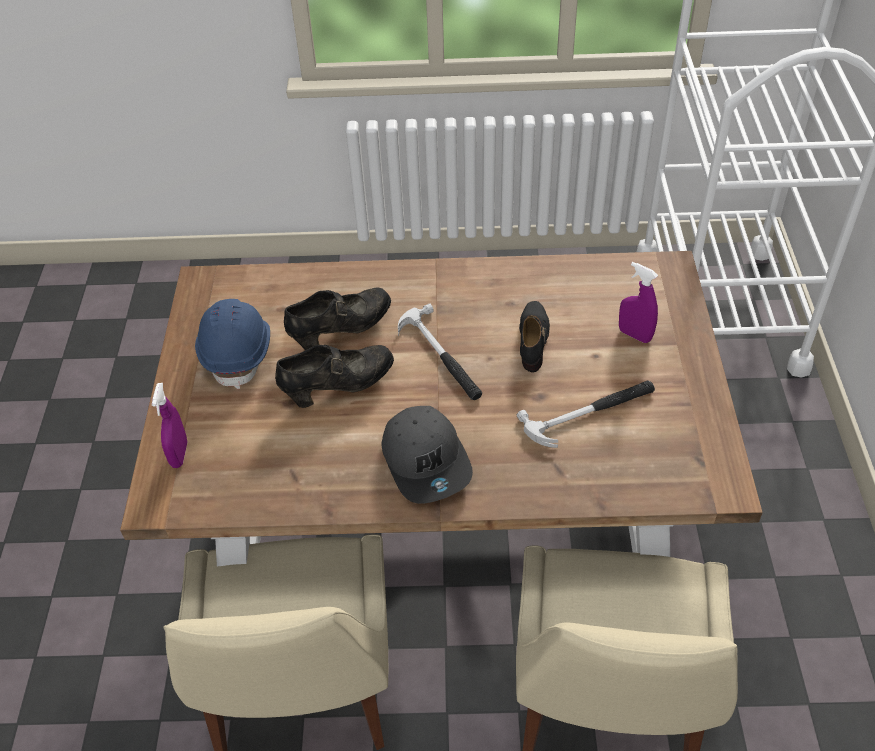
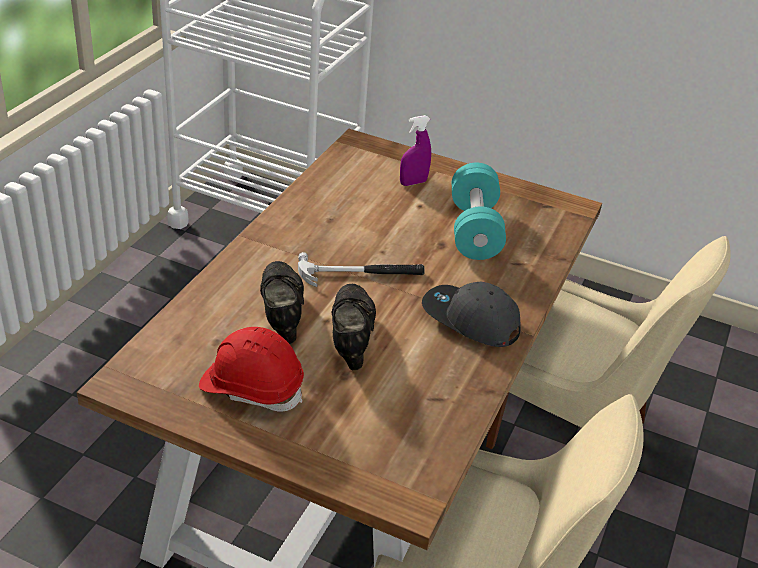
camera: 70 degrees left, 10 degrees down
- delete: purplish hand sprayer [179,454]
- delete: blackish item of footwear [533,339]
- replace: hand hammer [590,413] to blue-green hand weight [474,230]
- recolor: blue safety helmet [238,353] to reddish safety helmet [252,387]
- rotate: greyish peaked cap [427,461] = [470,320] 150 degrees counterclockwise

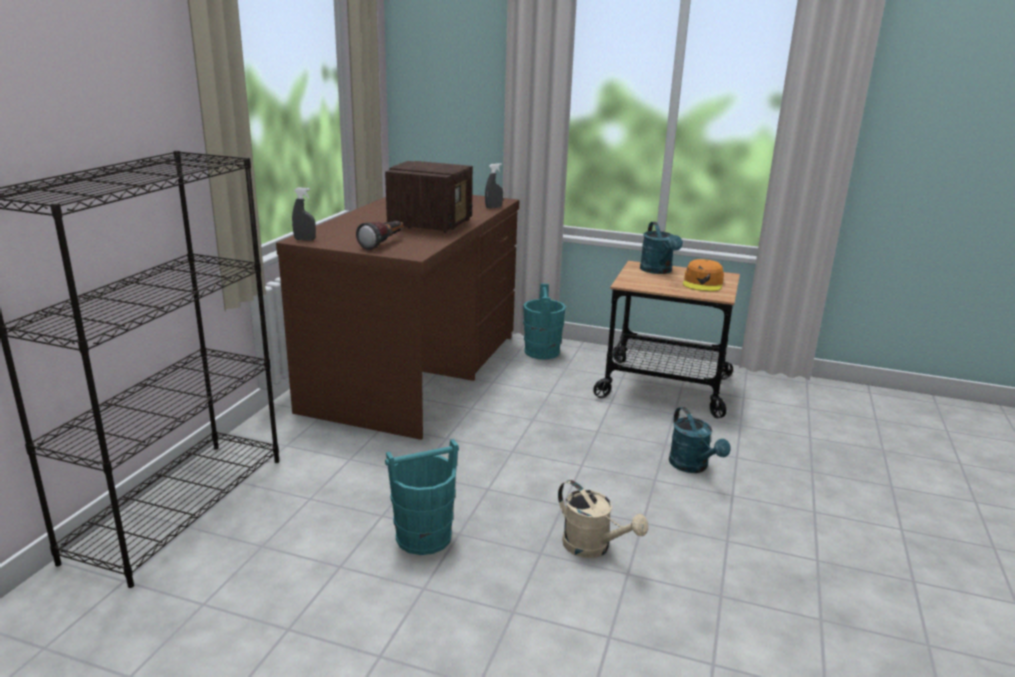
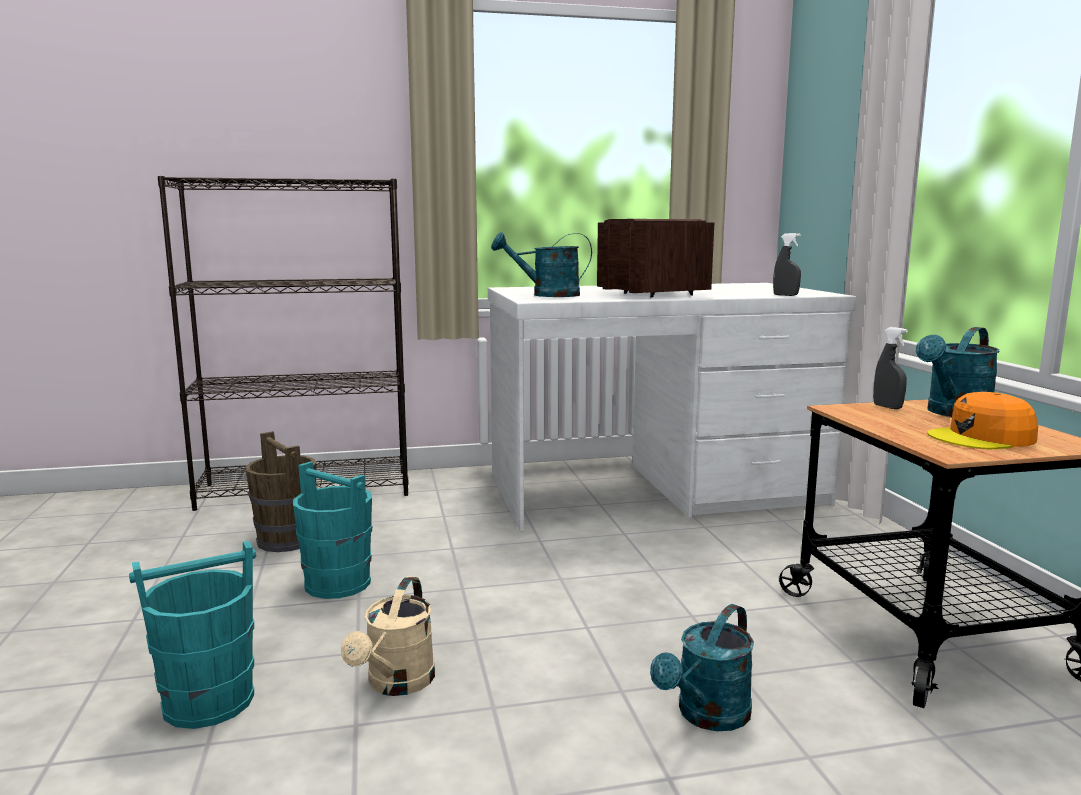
camera: 60 degrees right, 10 degrees down
- insert: brownish water bucket [286,540]
- move: greyish hand sprayer [305,239] to [887,407]
- move: blue-green water bucket [542,352] to [209,701]
- replace: torch [383,244] to blue-green watering pot [547,295]
- recolor: brownish desk [416,372] to white desk [655,490]
- rotate: radio set [431,225] = [651,294] 105 degrees counterclockwise

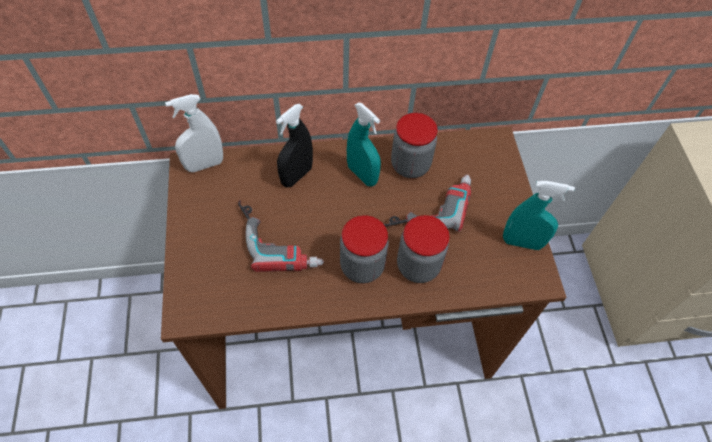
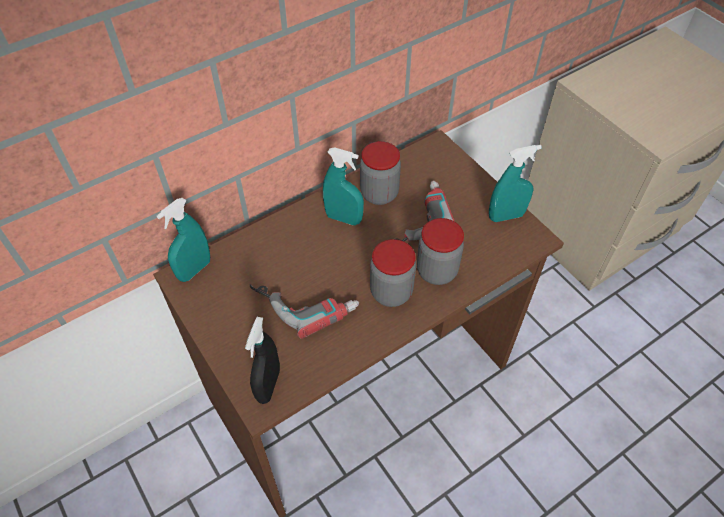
camera: 25 degrees left, 5 degrees down
- move: blackish hand sprayer [296,176] to [268,385]
- recolor: white hand sprayer [204,165] to blue-green hand sprayer [194,270]

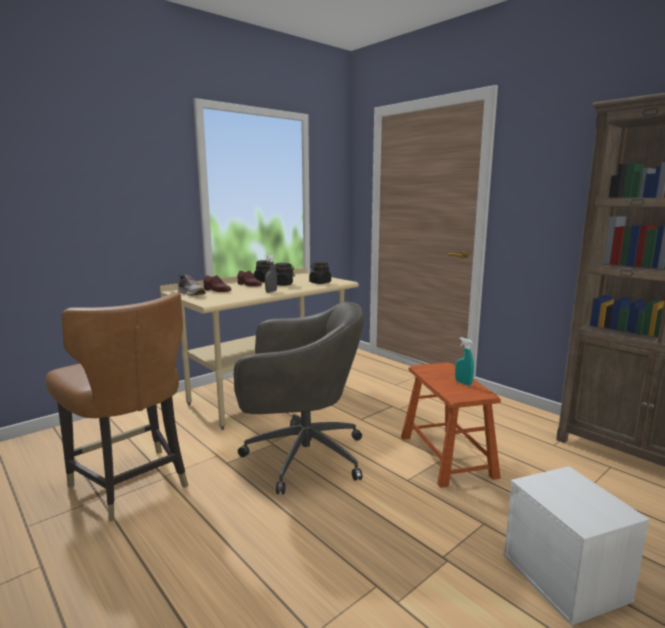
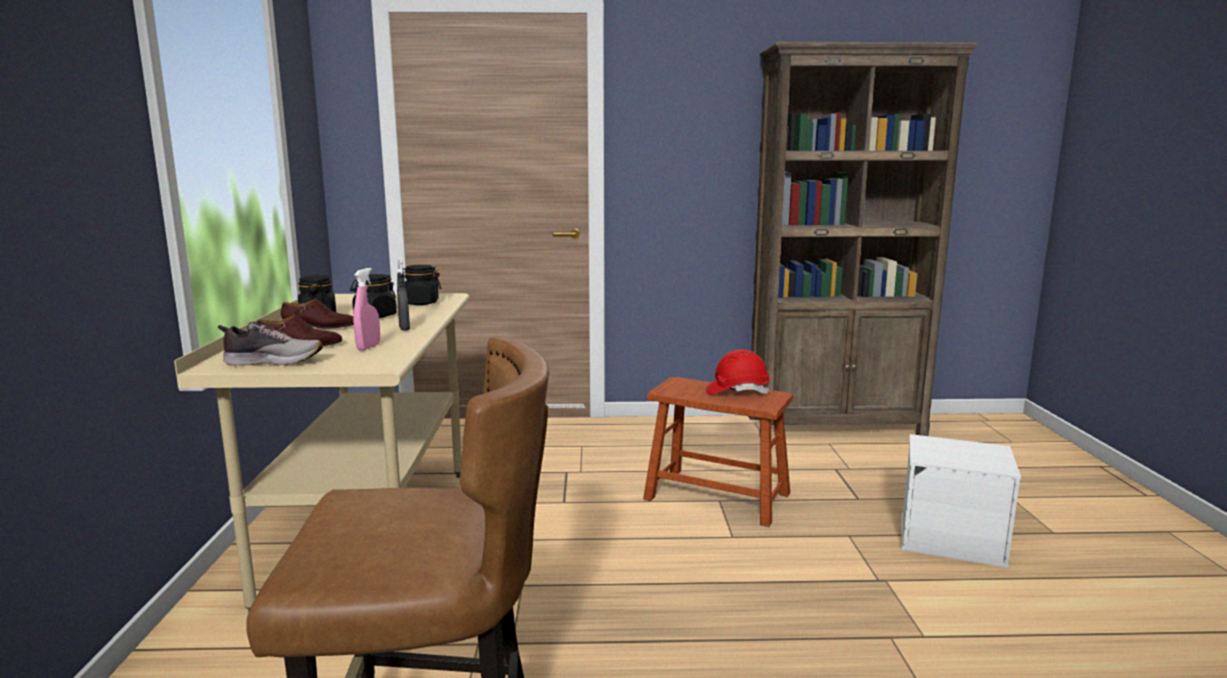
camera: 50 degrees left, 0 degrees up
- delete: greyish computer chair [301,456]
- insert: pink hand sprayer [368,347]
- replace: blue-green hand sprayer [463,383] to reddish safety helmet [737,391]

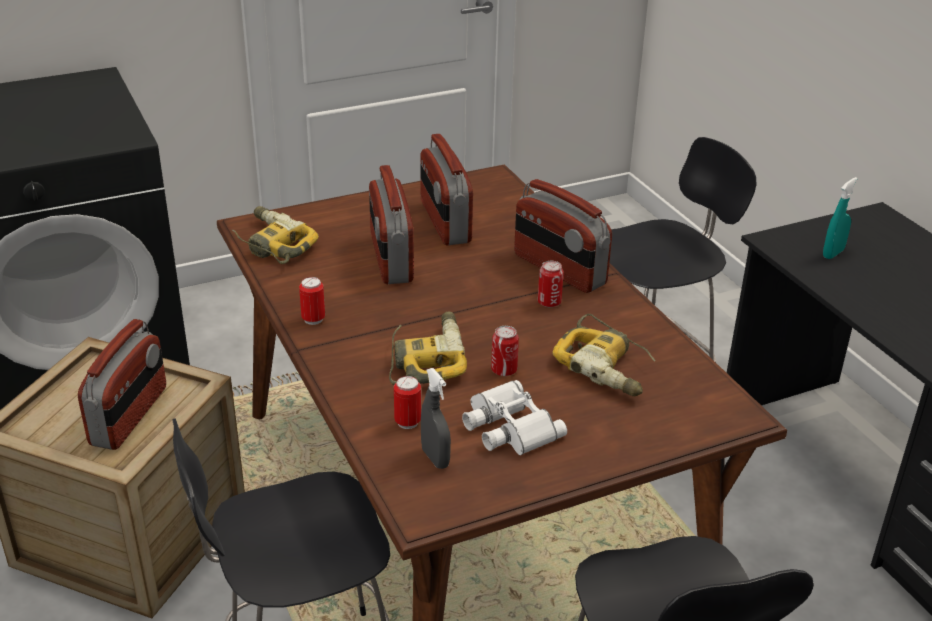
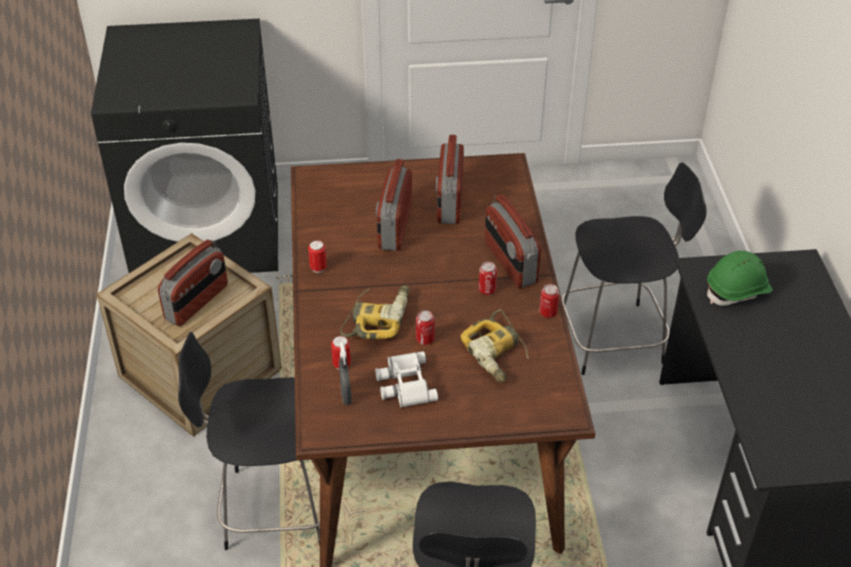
camera: 20 degrees right, 10 degrees up
- delete: power drill [271,245]
- insert: metal can [548,312]
- replace: blue-green hand sprayer [833,253] to greenish safety helmet [738,291]

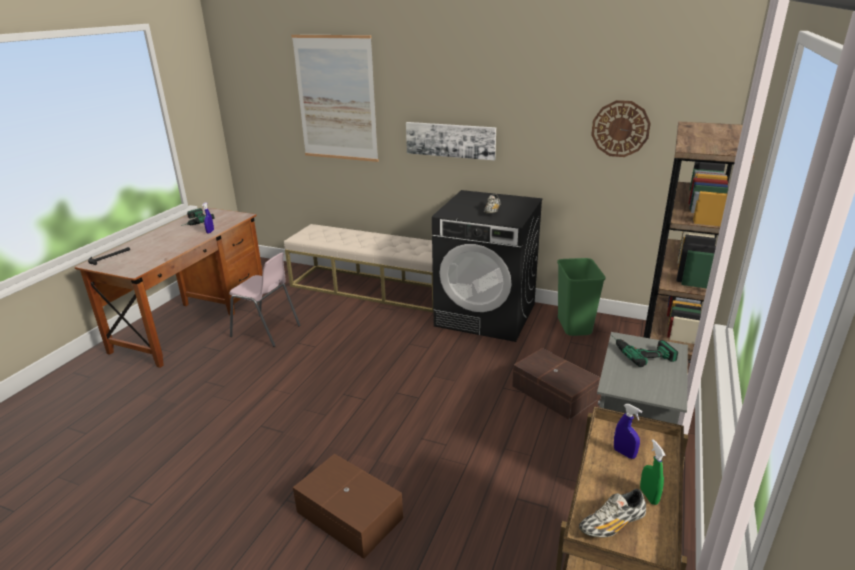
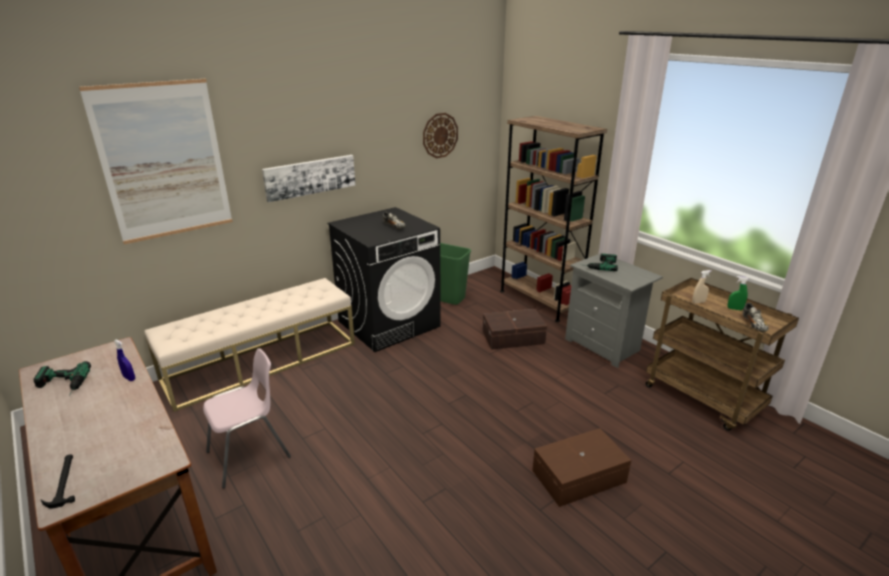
camera: 60 degrees left, 0 degrees up
- recolor: blue hand sprayer [624,453] to beige-coloured hand sprayer [698,302]

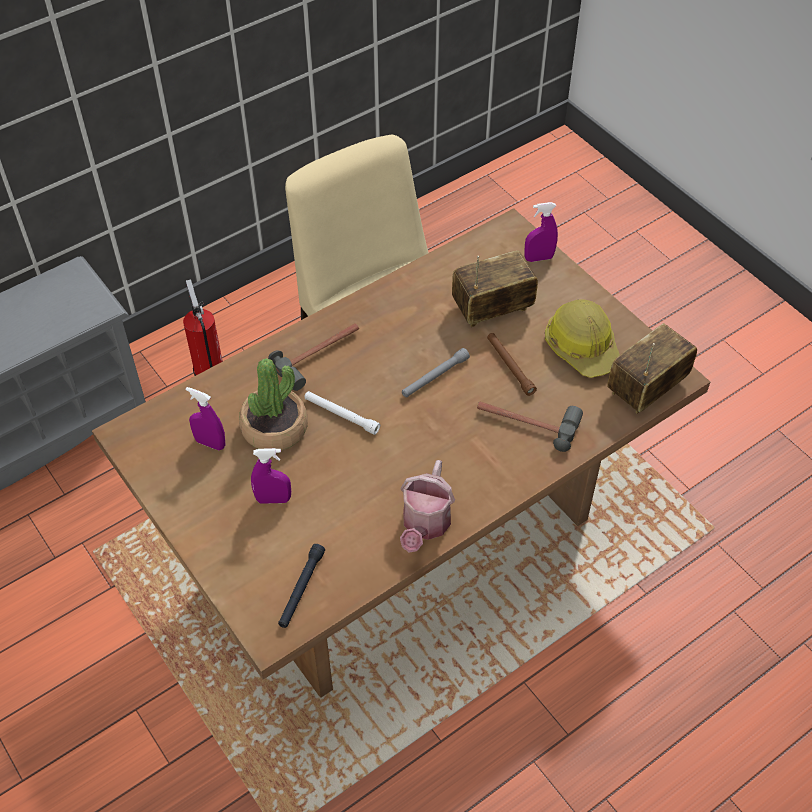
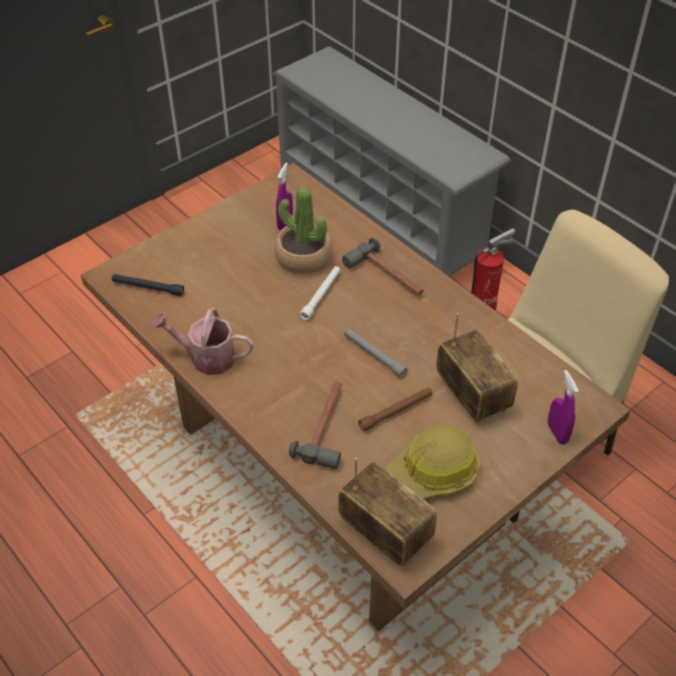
camera: 85 degrees right, 5 degrees down
- delete: purplish hand sprayer [273,499]

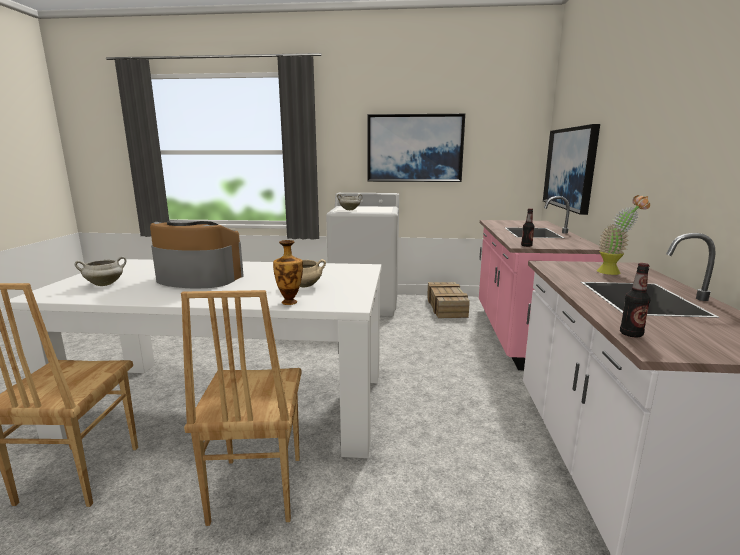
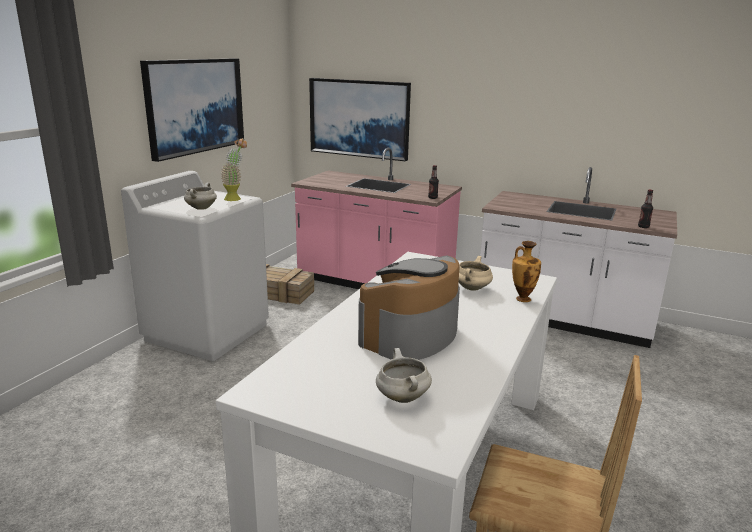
camera: 70 degrees left, 5 degrees up
- delete: brownish upright chair [255,489]
- move: plant in a pot [614,272] to [236,198]

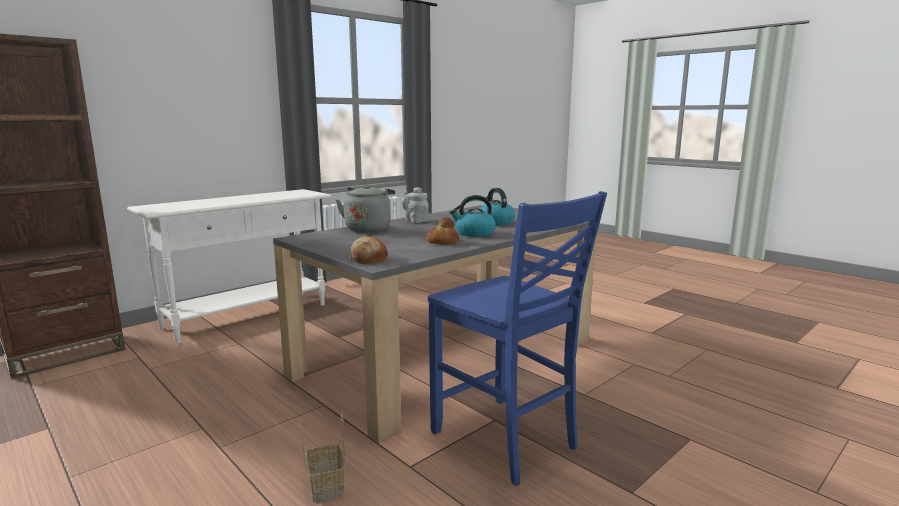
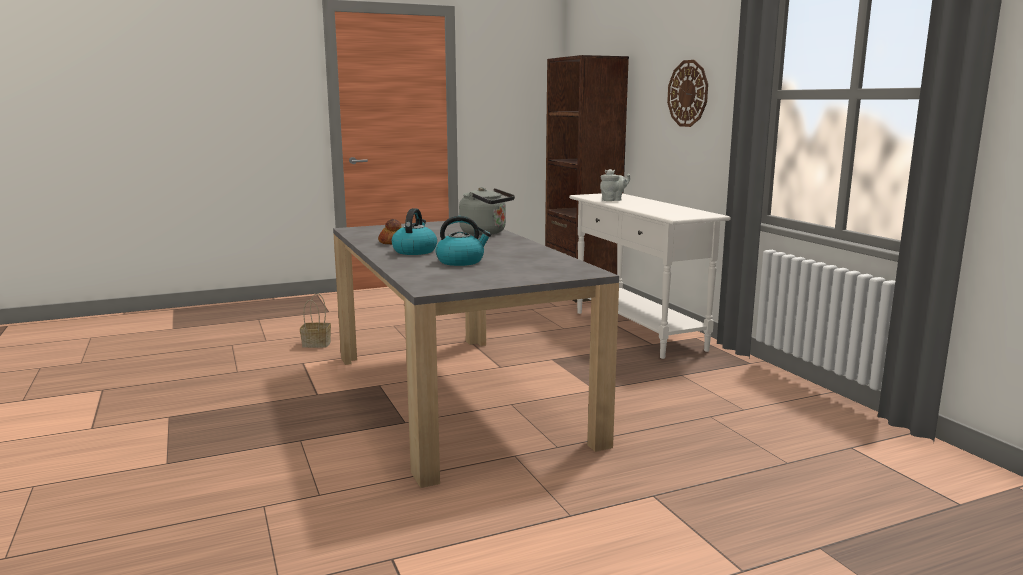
camera: 110 degrees right, 0 degrees up
- delete: baked bread [368,259]
- delete: blue upright chair [506,440]
- insert: wall clock [688,93]
- move: greyish teapot [415,220] to [613,200]

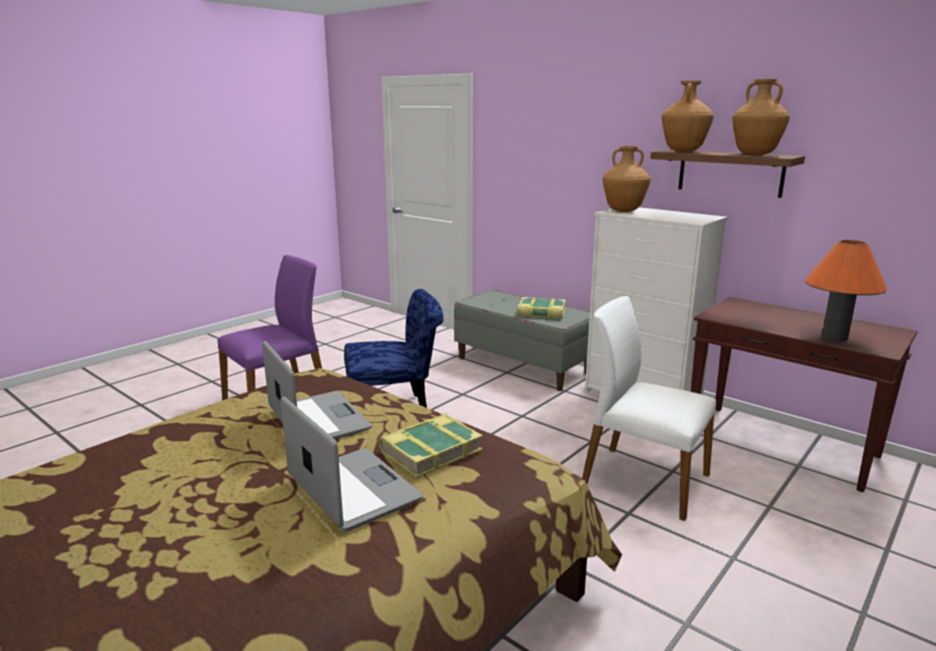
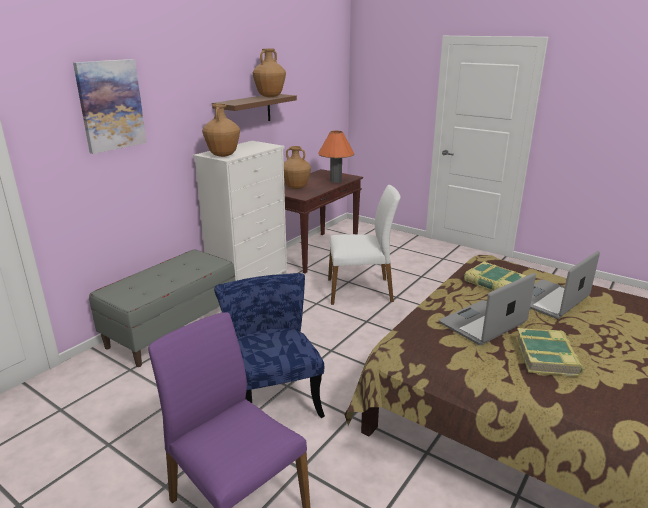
camera: 95 degrees left, 5 degrees up
- insert: wall art [111,105]
- move: volume [541,313] to [547,357]
- move: brownish decorative vase [683,151] to [296,188]
- rotate: white upright chair [643,479] = [360,290] 120 degrees counterclockwise

